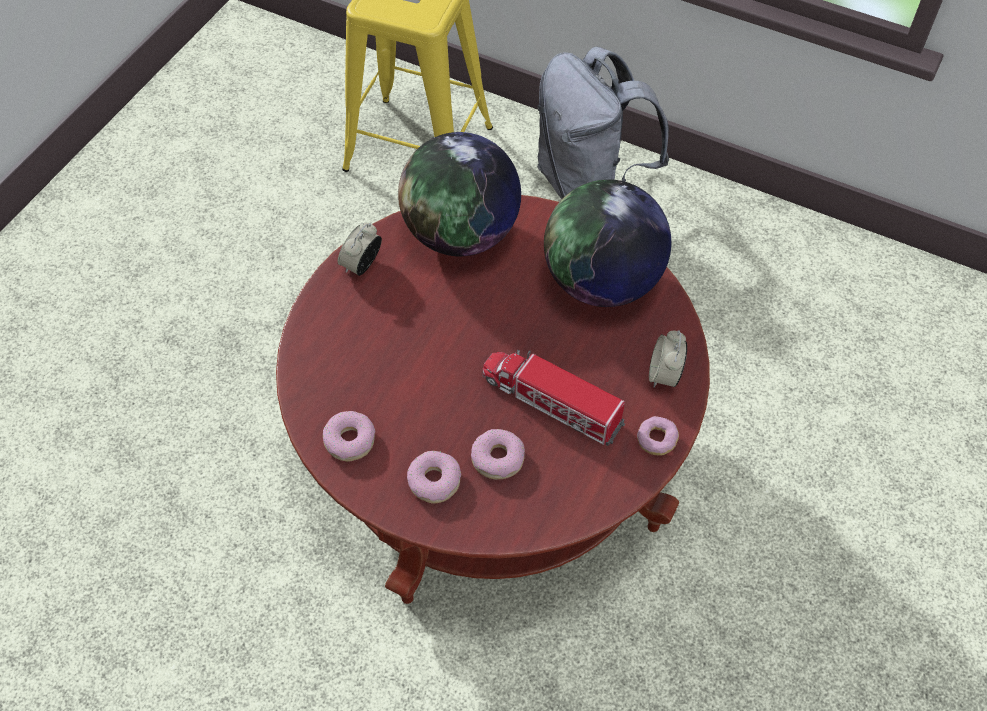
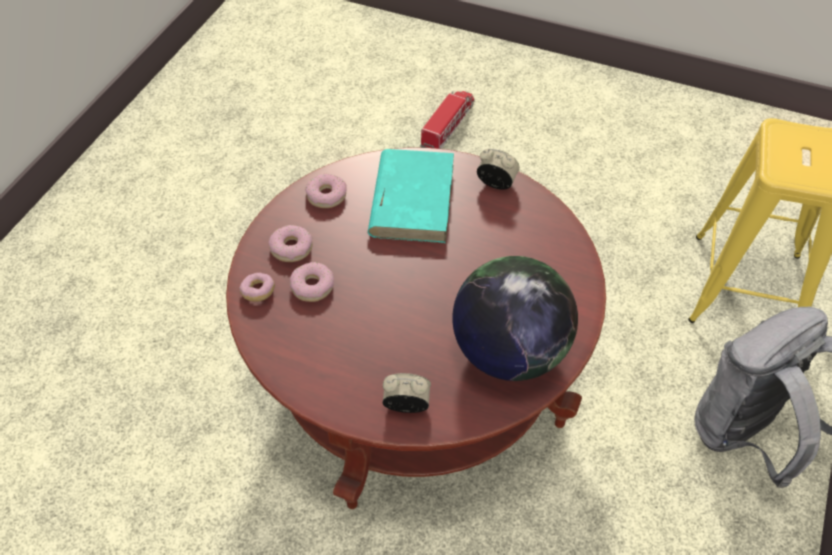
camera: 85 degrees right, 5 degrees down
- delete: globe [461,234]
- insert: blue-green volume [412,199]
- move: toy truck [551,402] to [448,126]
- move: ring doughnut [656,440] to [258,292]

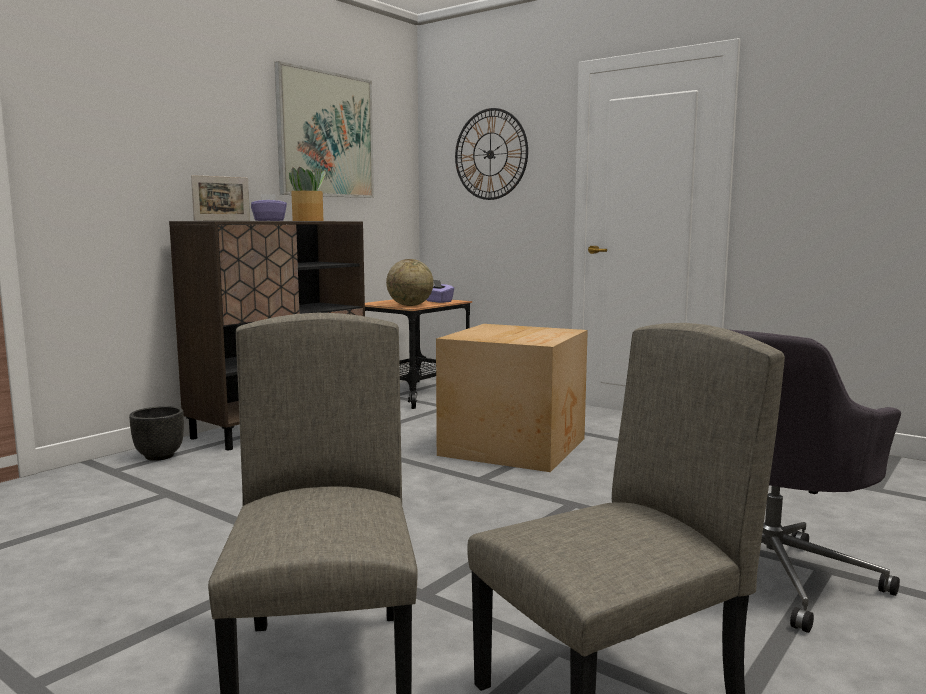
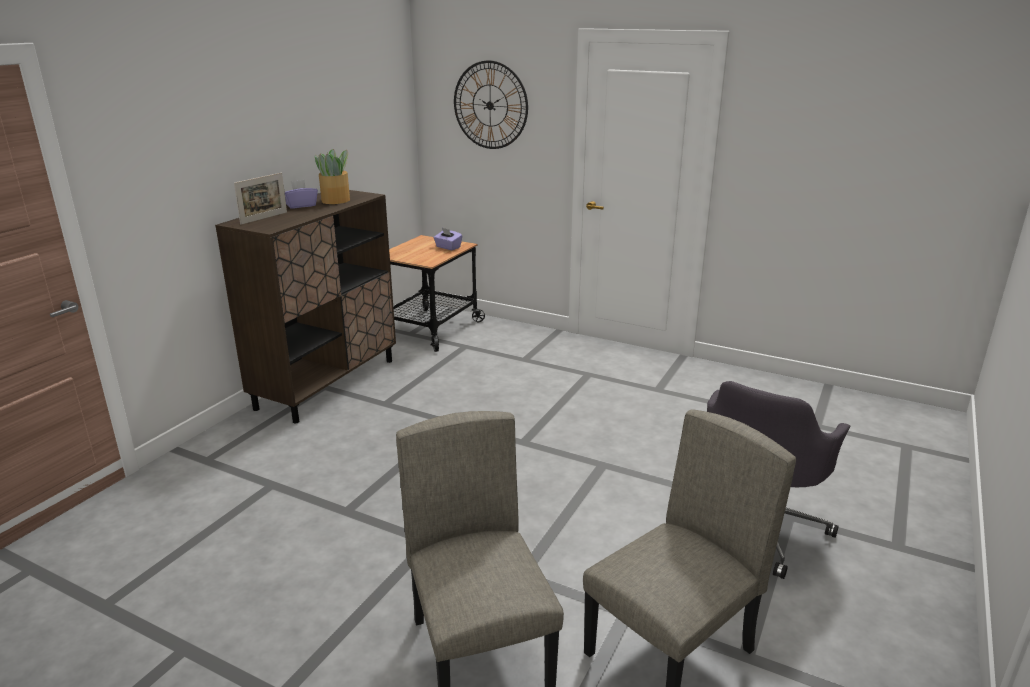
camera: 10 degrees left, 15 degrees up
- delete: blackish flower pot [160,456]
- delete: wall art [325,135]
- delete: globe [410,305]
- delete: packing box [515,446]

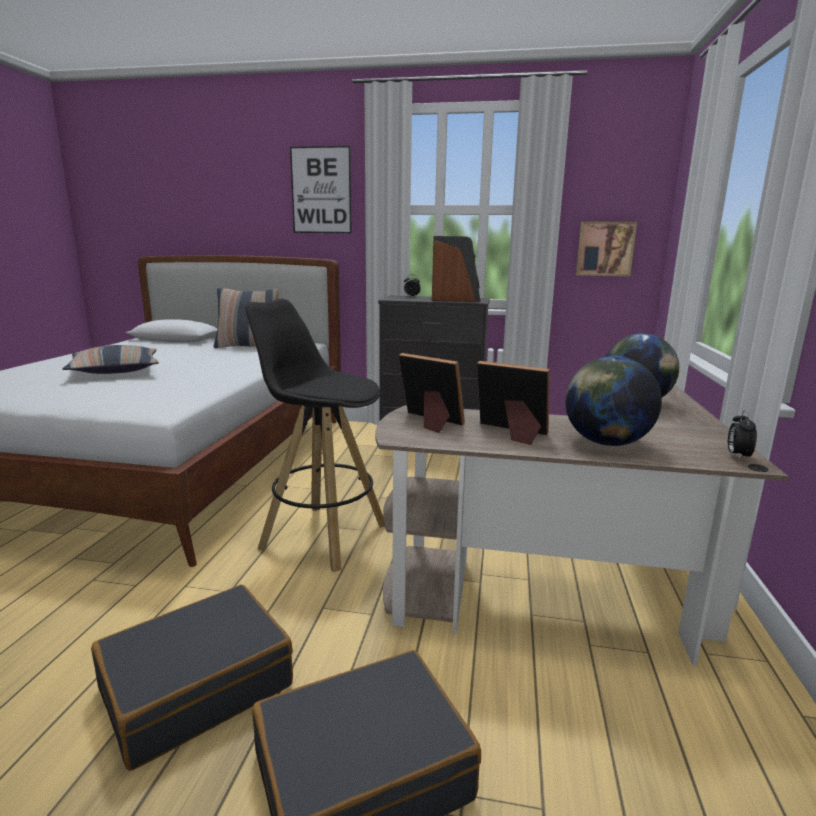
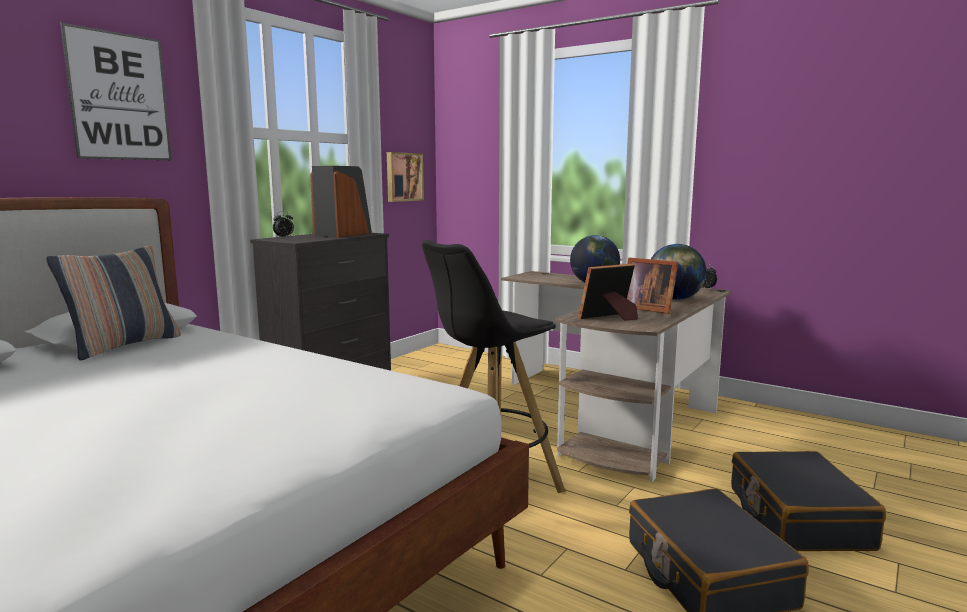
camera: 65 degrees left, 5 degrees down
- delete: pillow [115,370]
- rotate: photo frame [511,433] = [647,308] 105 degrees counterclockwise

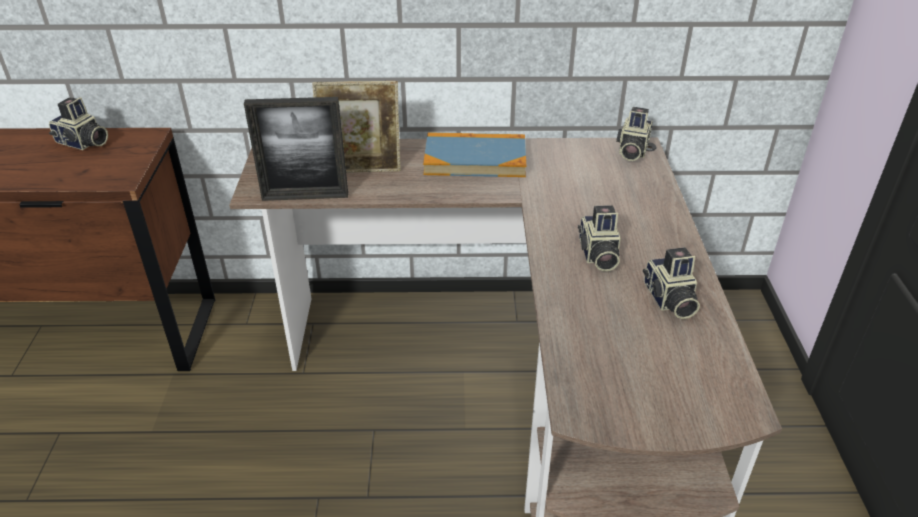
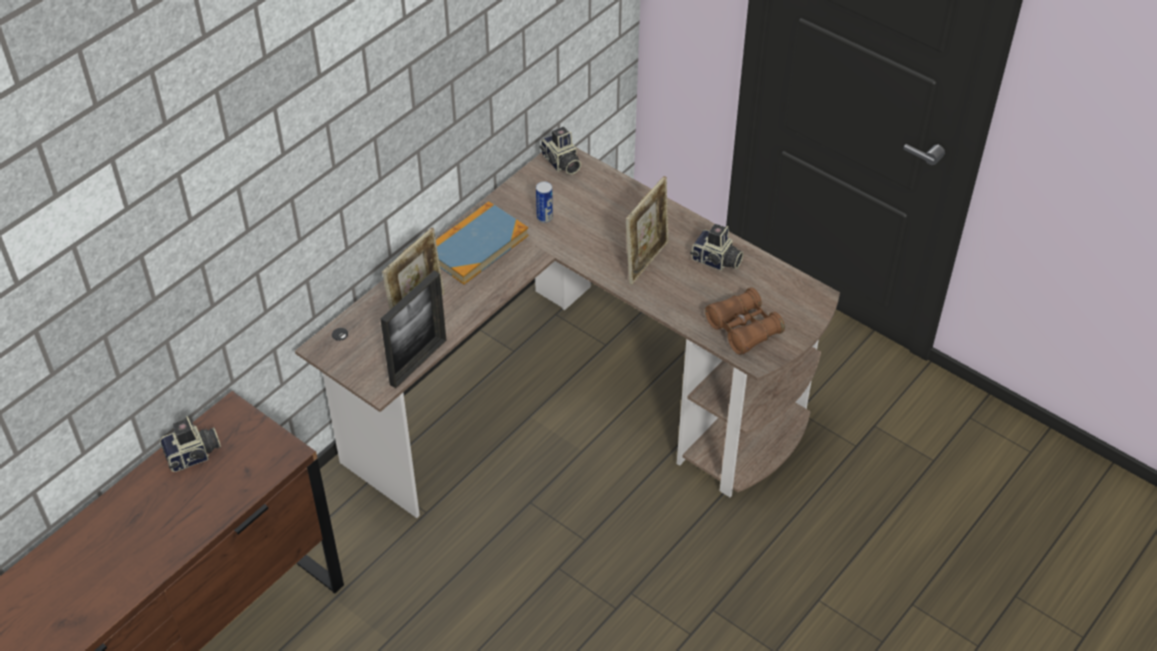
camera: 50 degrees left, 10 degrees up
- insert: metal can [544,217]
- insert: brownish field glasses [743,329]
- replace: still camera [597,255] to photo frame [646,261]

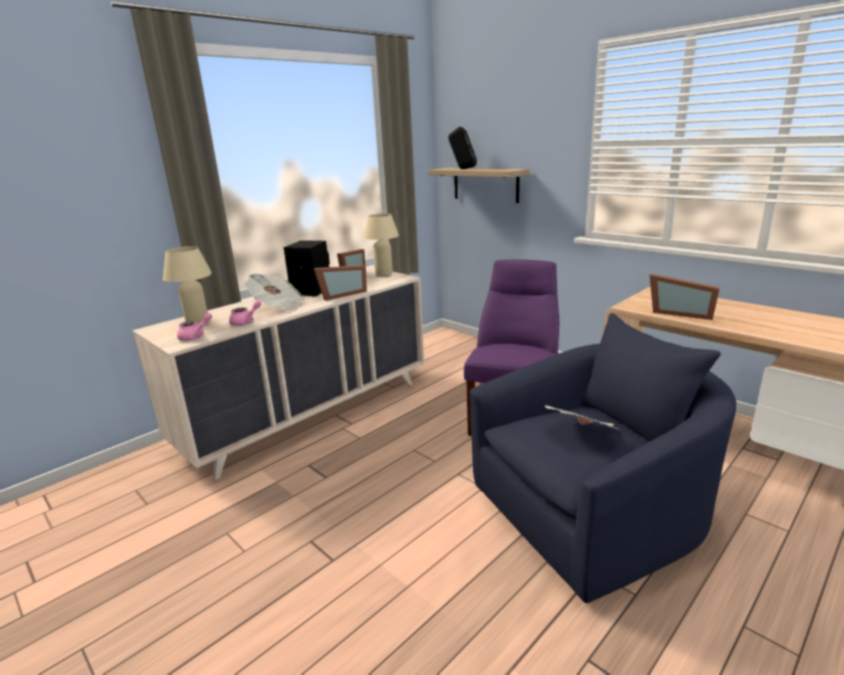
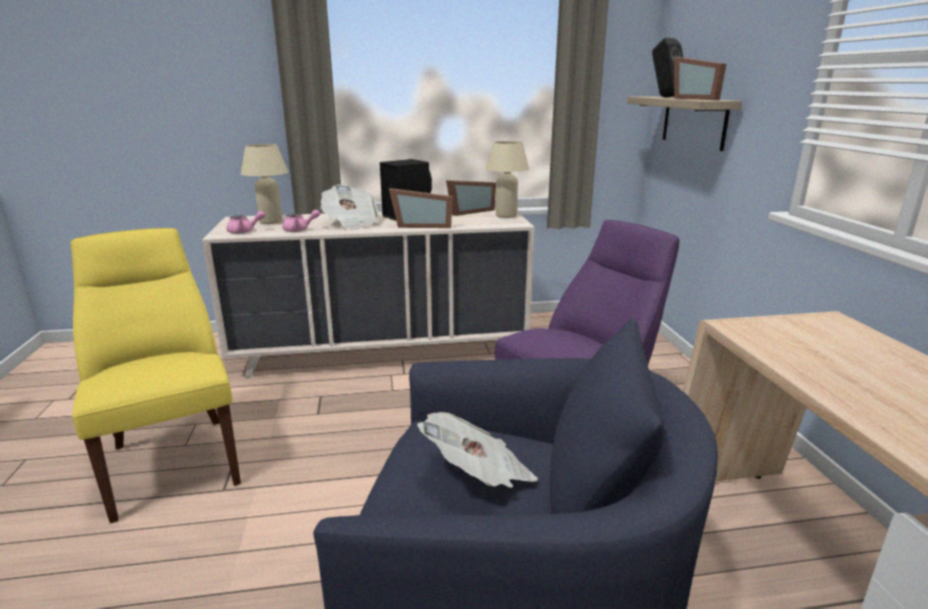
camera: 35 degrees right, 0 degrees up
- insert: yellowish upright chair [173,460]
- move: photo frame [679,313] to [698,99]

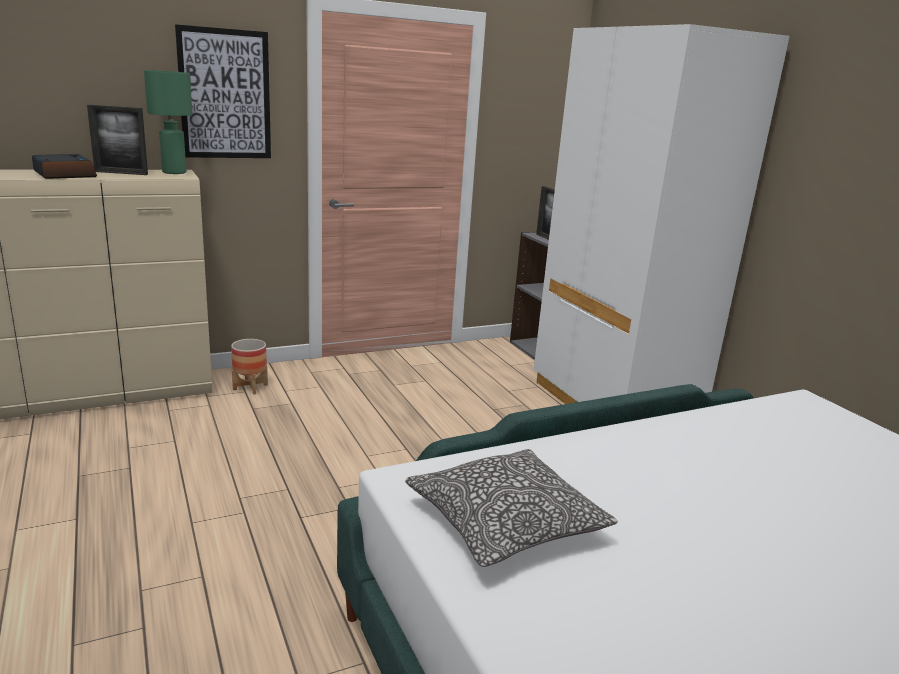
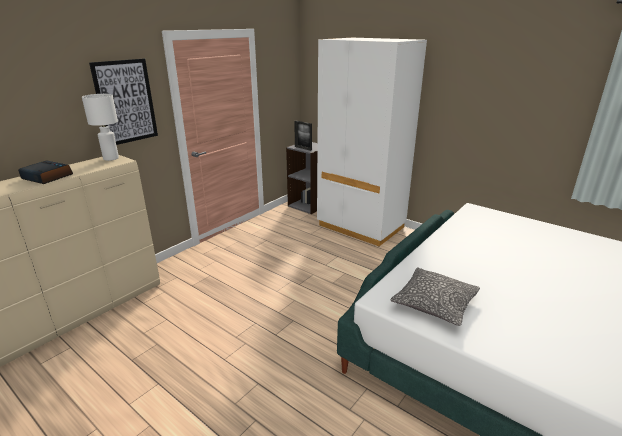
camera: 25 degrees left, 5 degrees up
- delete: photo frame [121,173]
- delete: flower pot [250,387]
- recolor: greenish lamp for a table [174,172] to white lamp for a table [111,158]

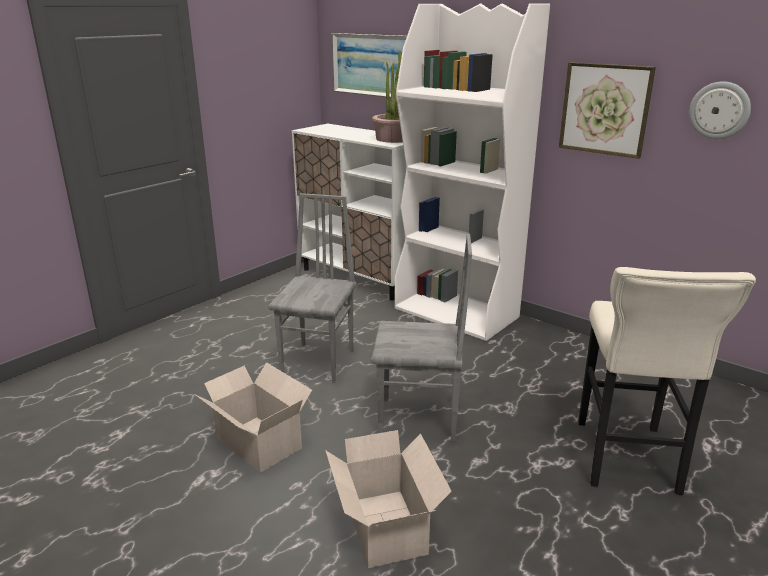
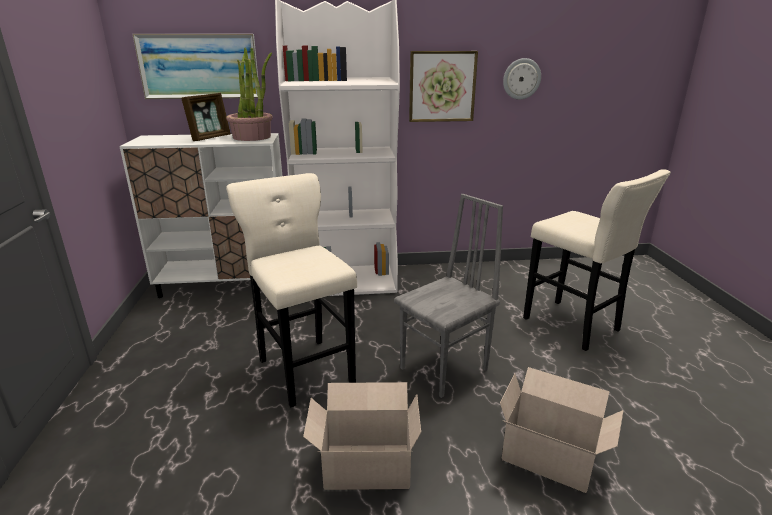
camera: 45 degrees left, 0 degrees up
- insert: photo frame [210,138]
- replace: greyish upright chair [319,362] to beige-coloured stool [304,368]

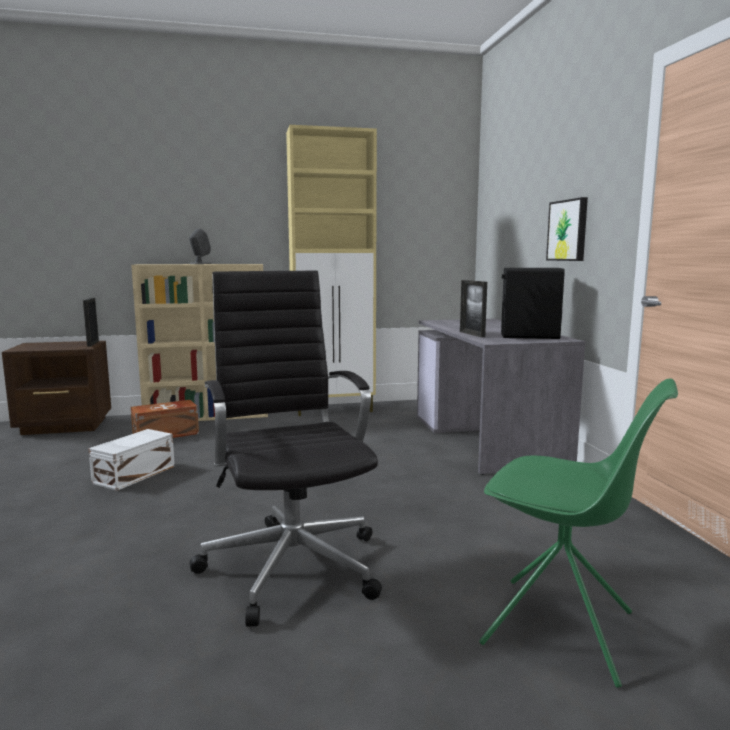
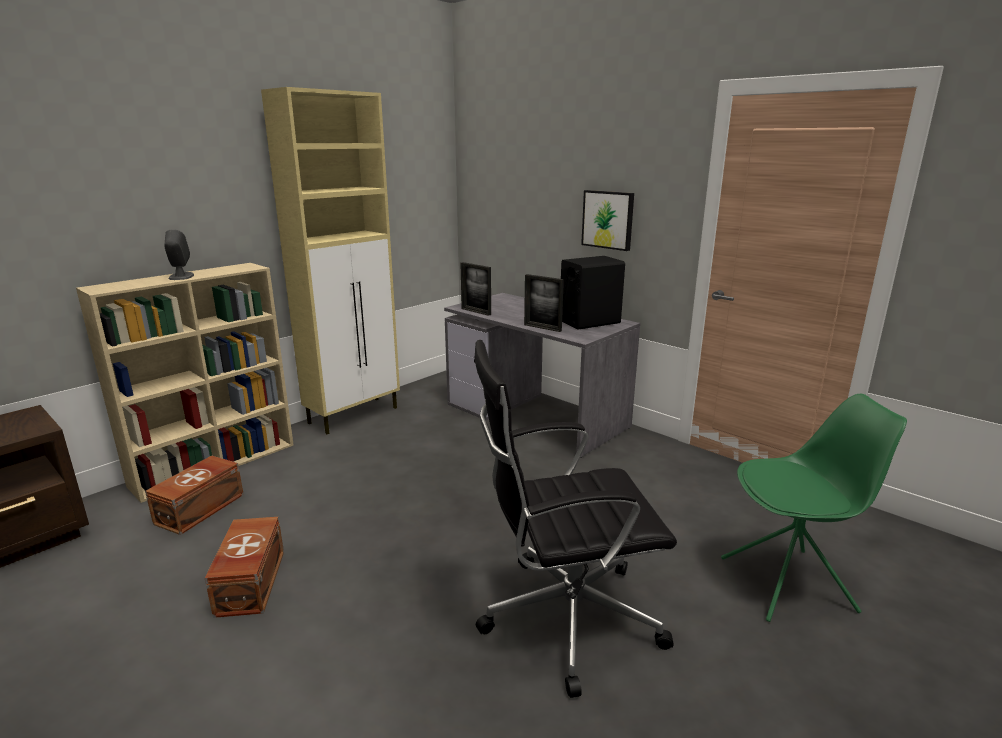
camera: 35 degrees left, 10 degrees up
- move: photo frame [93,343] to [476,311]
- recolor: white storage container [133,475] to brownish storage container [249,583]
- rotate: blackish computer chair [292,563] = [564,617] 45 degrees counterclockwise

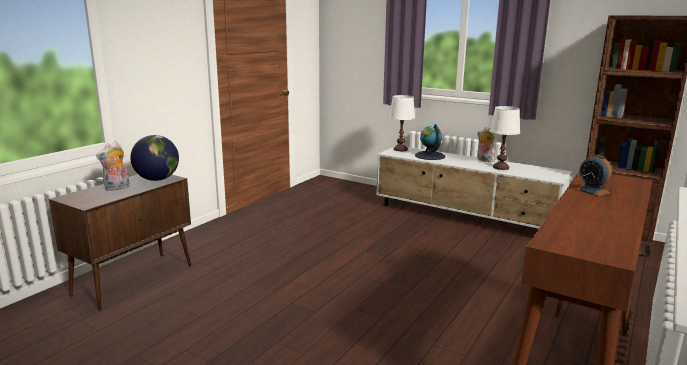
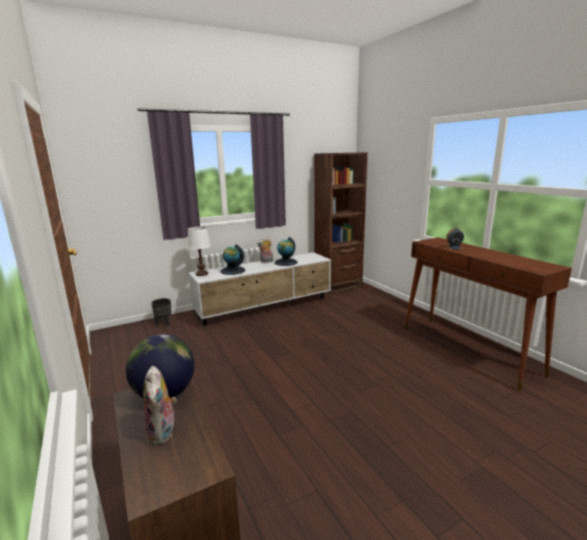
camera: 60 degrees left, 0 degrees up
- insert: blackish flower pot [164,324]
- replace: white lamp for a table [500,167] to globe [286,262]

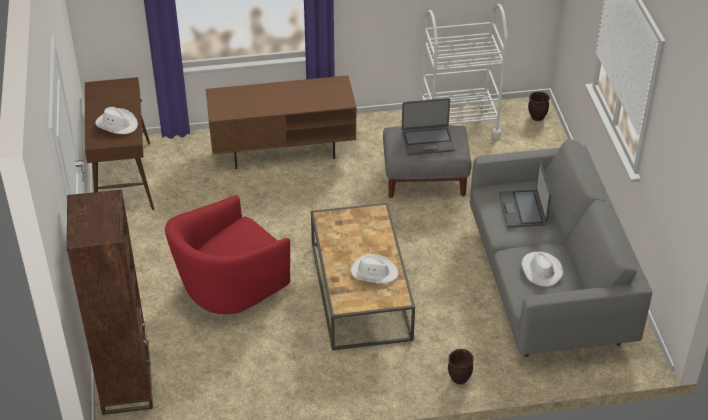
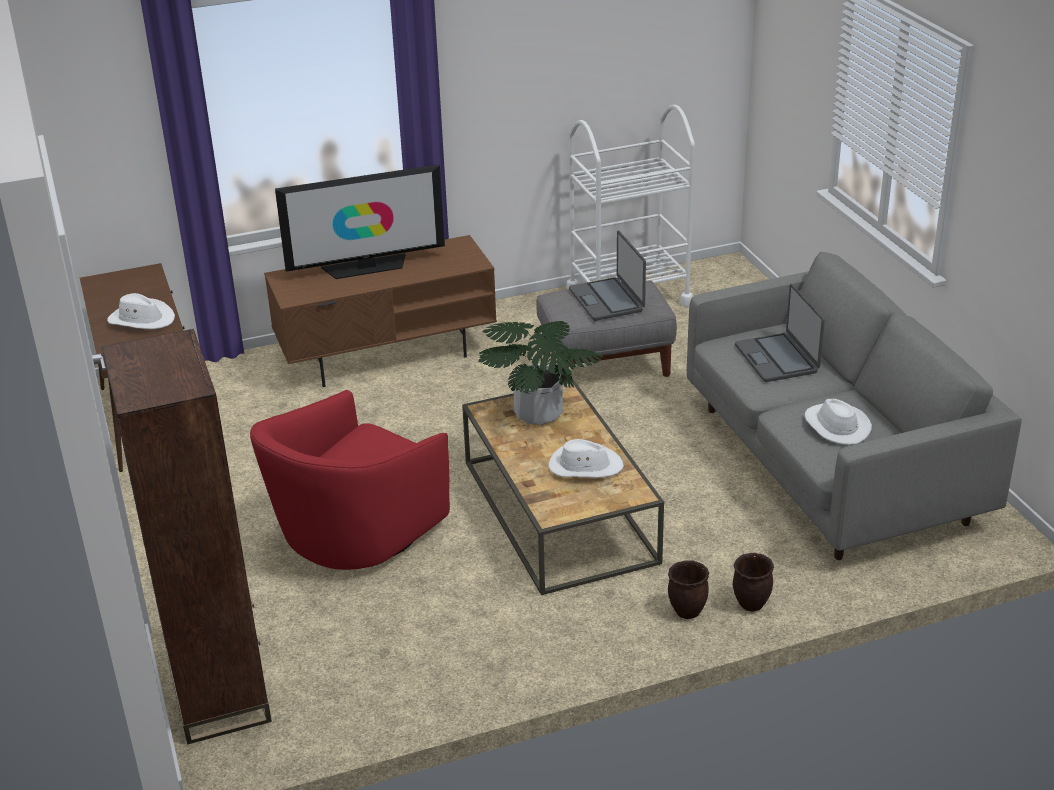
camera: 10 degrees left, 10 degrees down
- insert: TV [366,267]
- insert: plant in a pot [539,414]
- move: brownish flower pot [537,117] to [687,611]
- rotate: portable computer [427,141] = [607,300] 90 degrees clockwise

